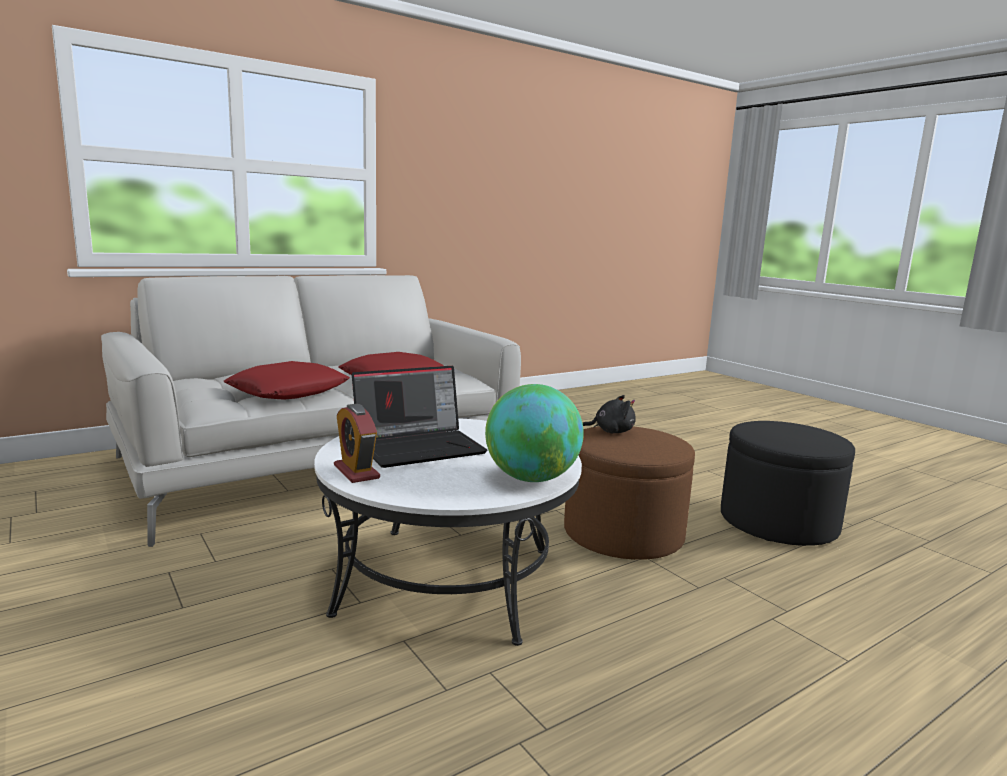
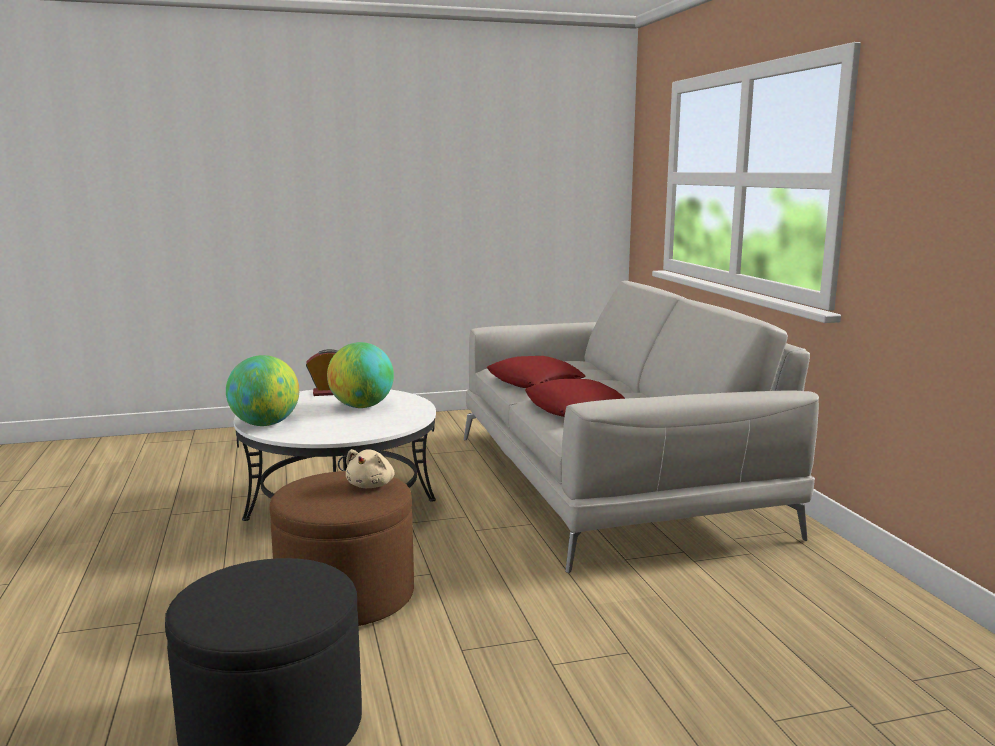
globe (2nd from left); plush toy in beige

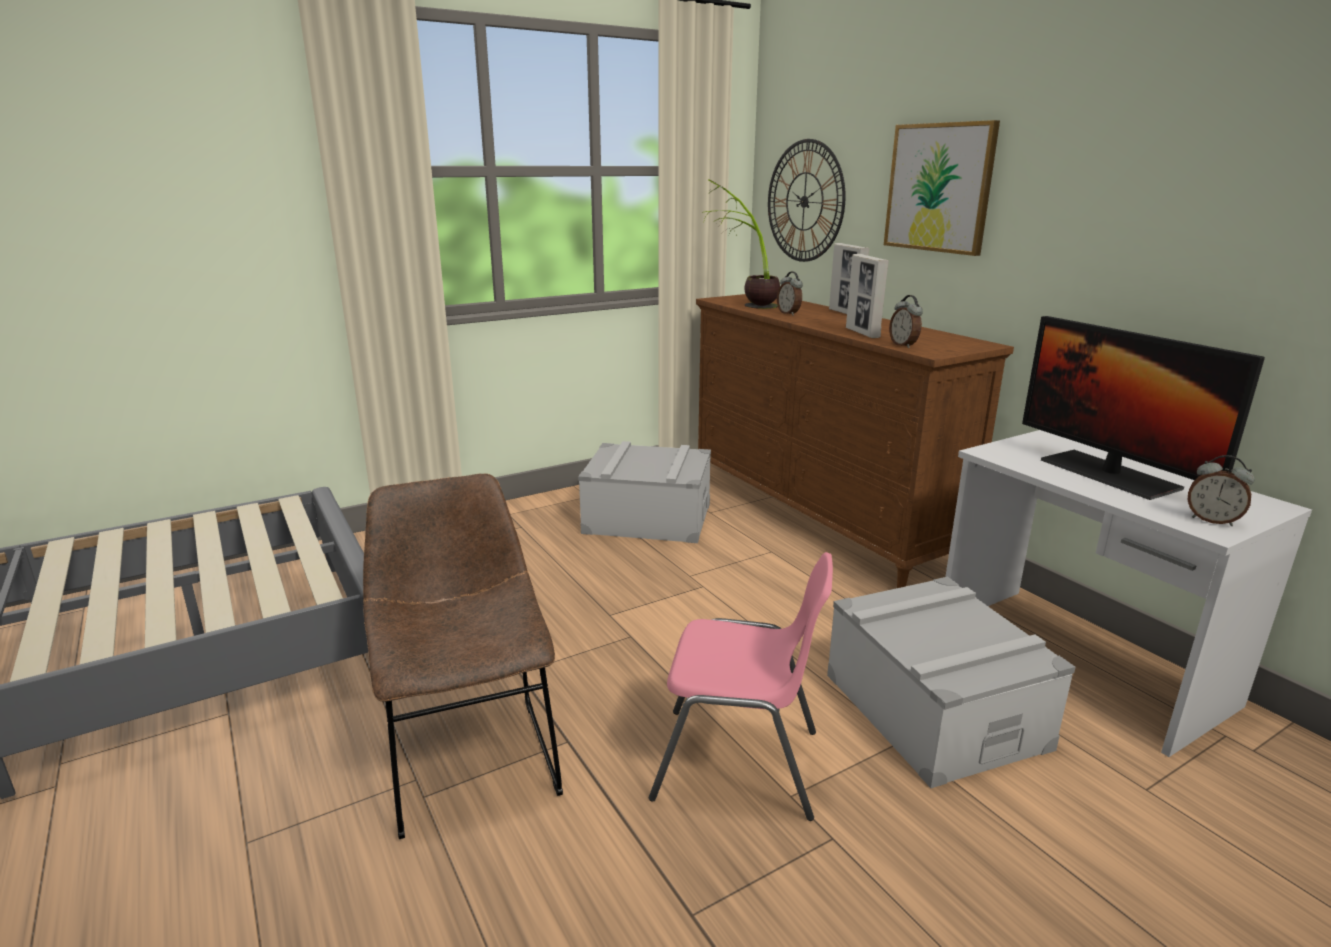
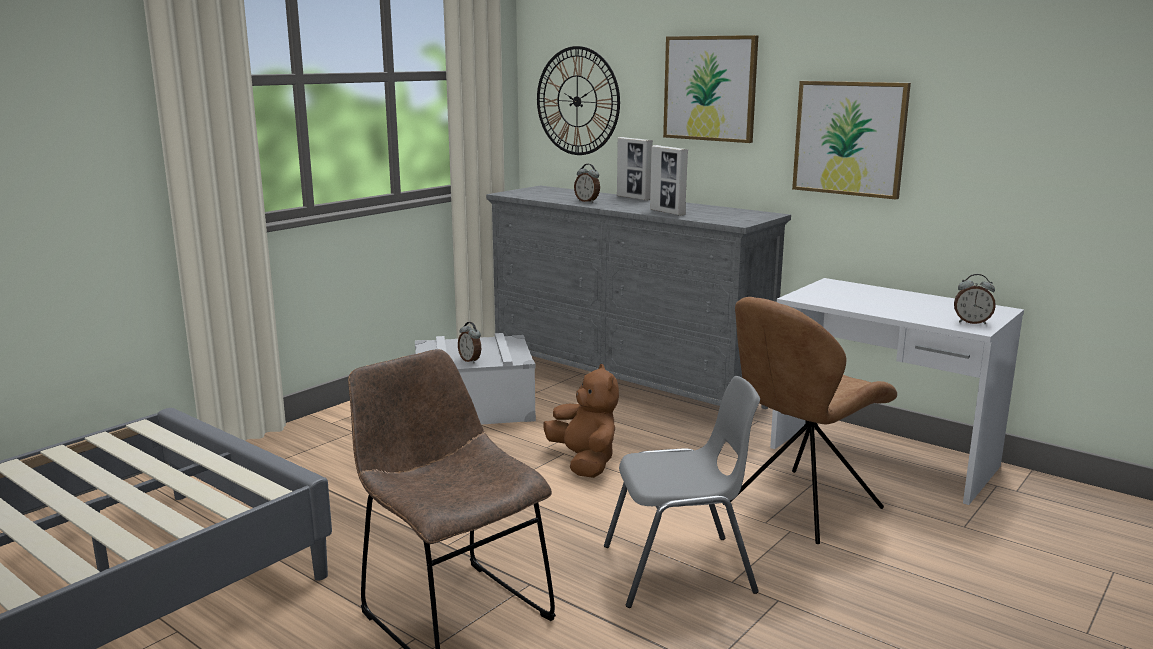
chair in grey; dresser in grey; potted plant; chair in brown (2nd from left); alarm clock (1st from left); monitor; plush toy in brown; picture (2nd from left)

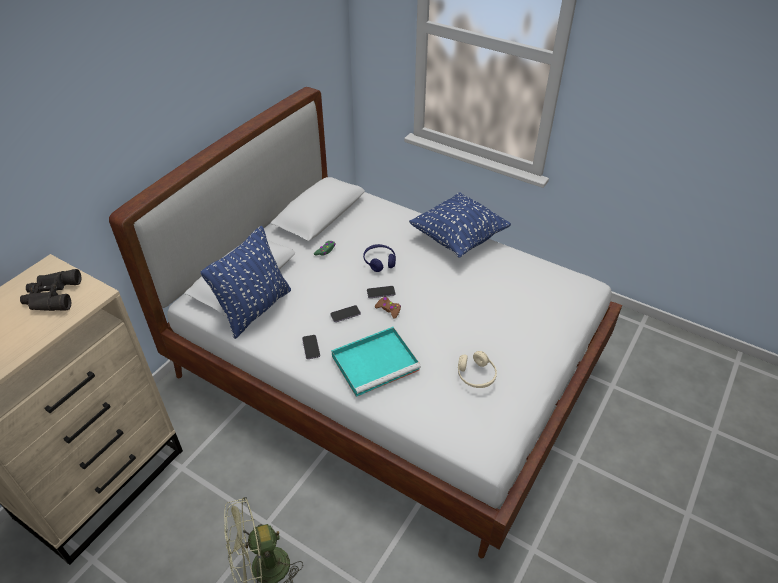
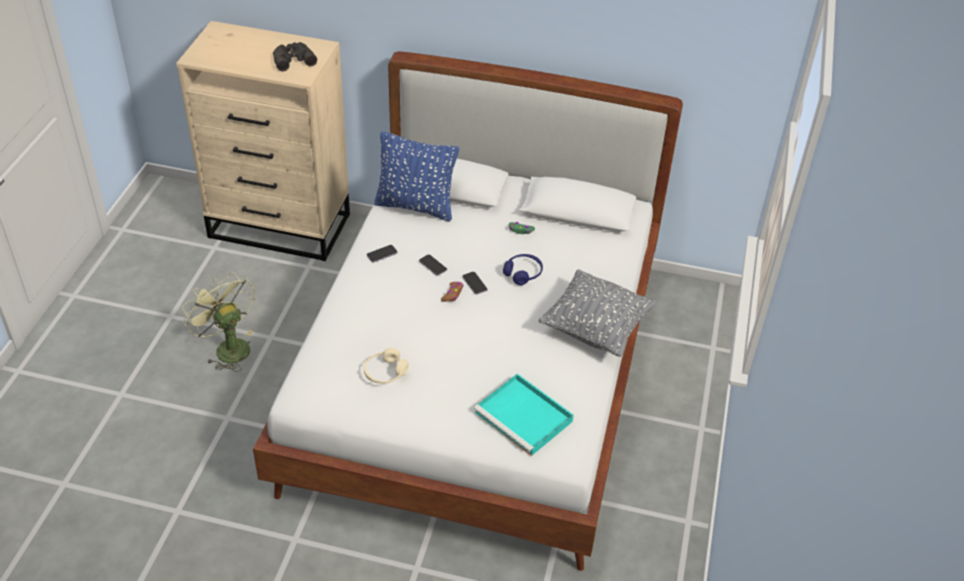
tray in turquoise; pillow in grey

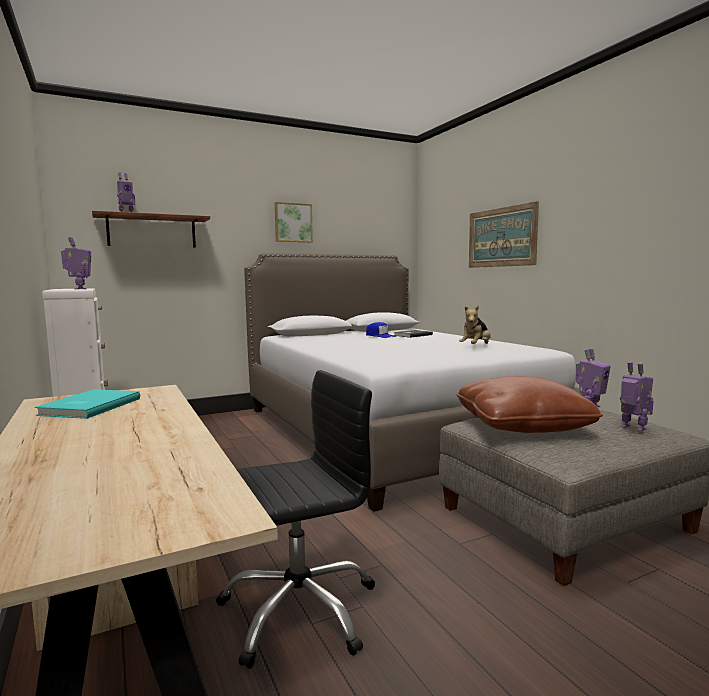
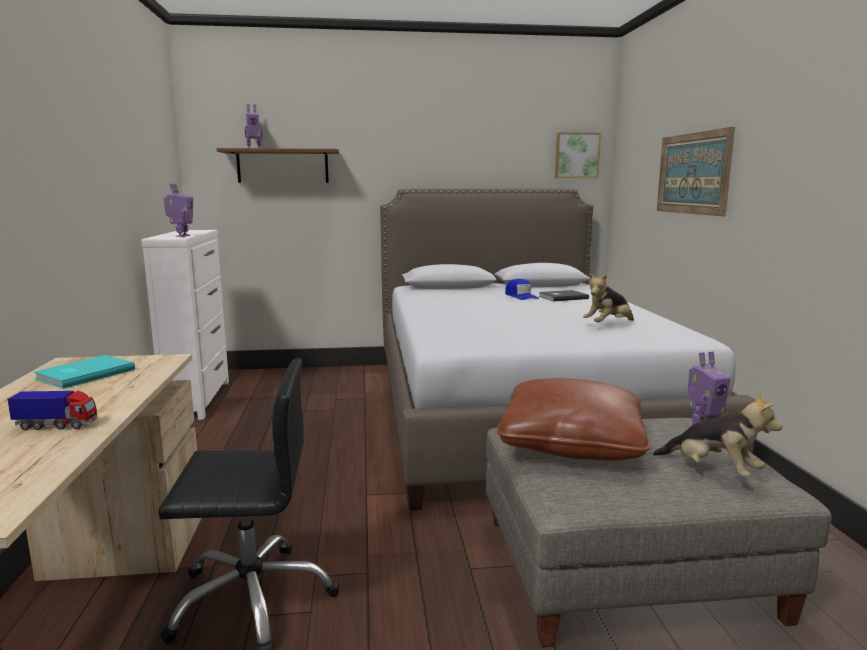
picture (1st from left); plush toy (2nd from left); toy truck

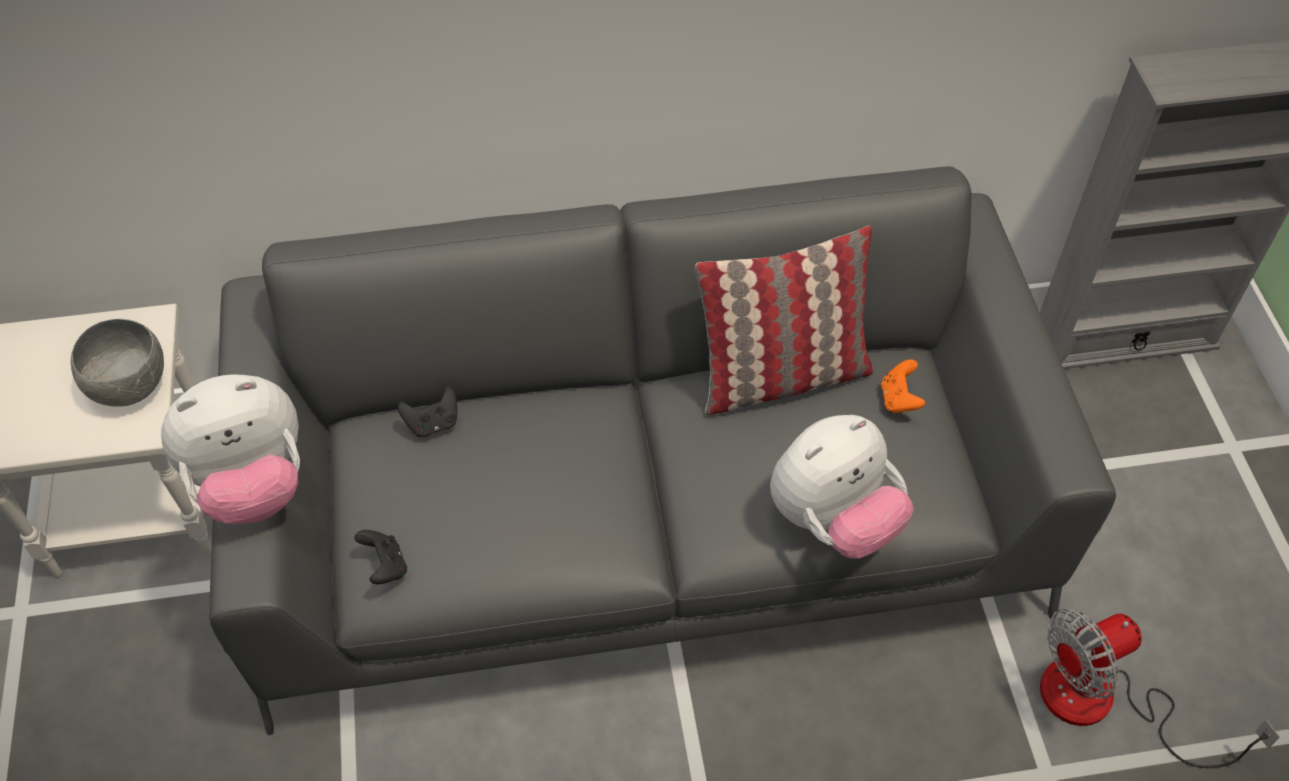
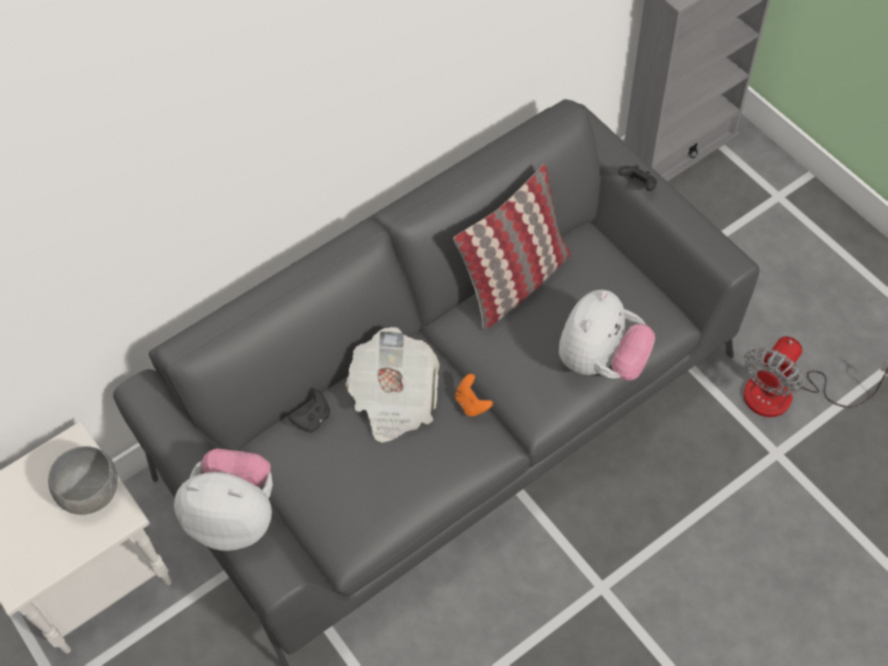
plush toy (1st from left); game controller in black (2nd from left); game controller in orange; newspaper

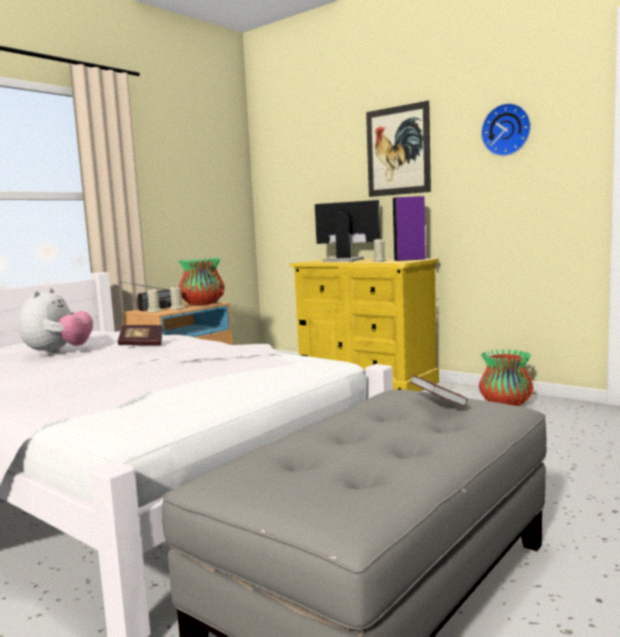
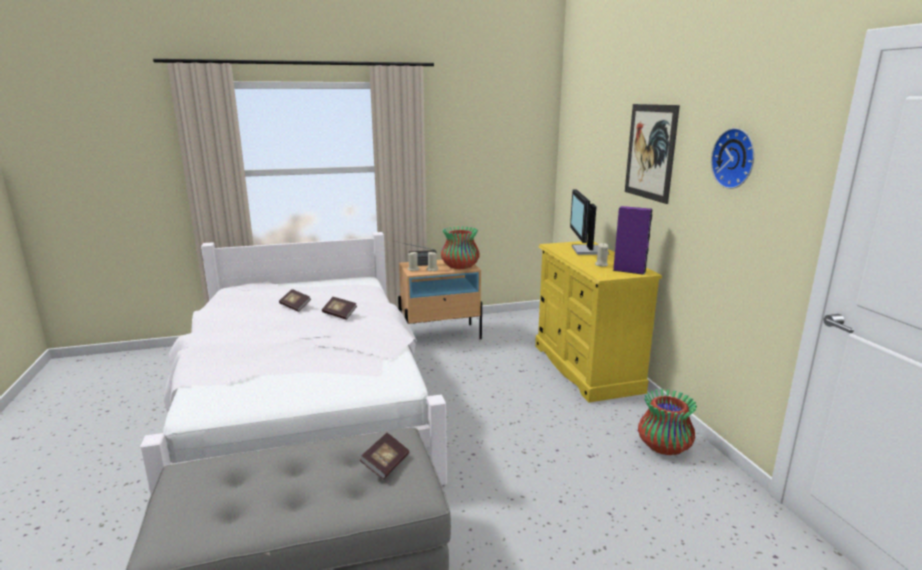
book (1st from left); monitor

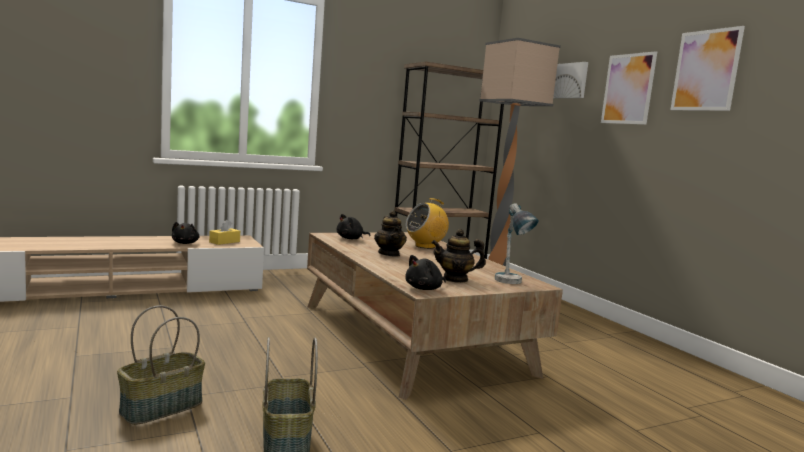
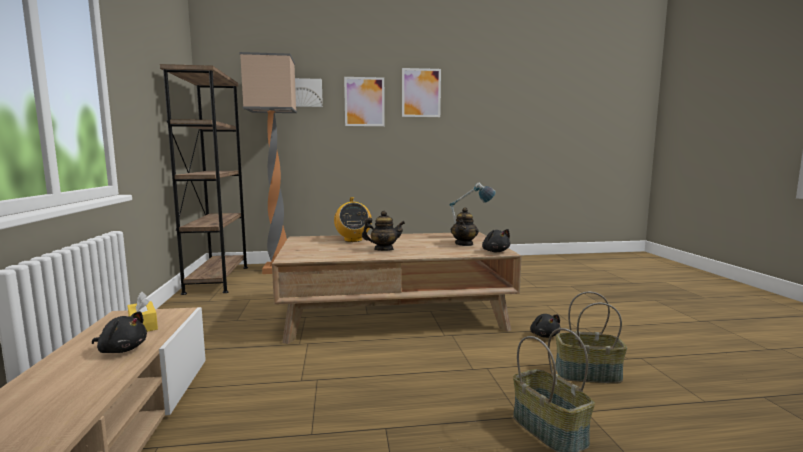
plush toy in black (3rd from left)

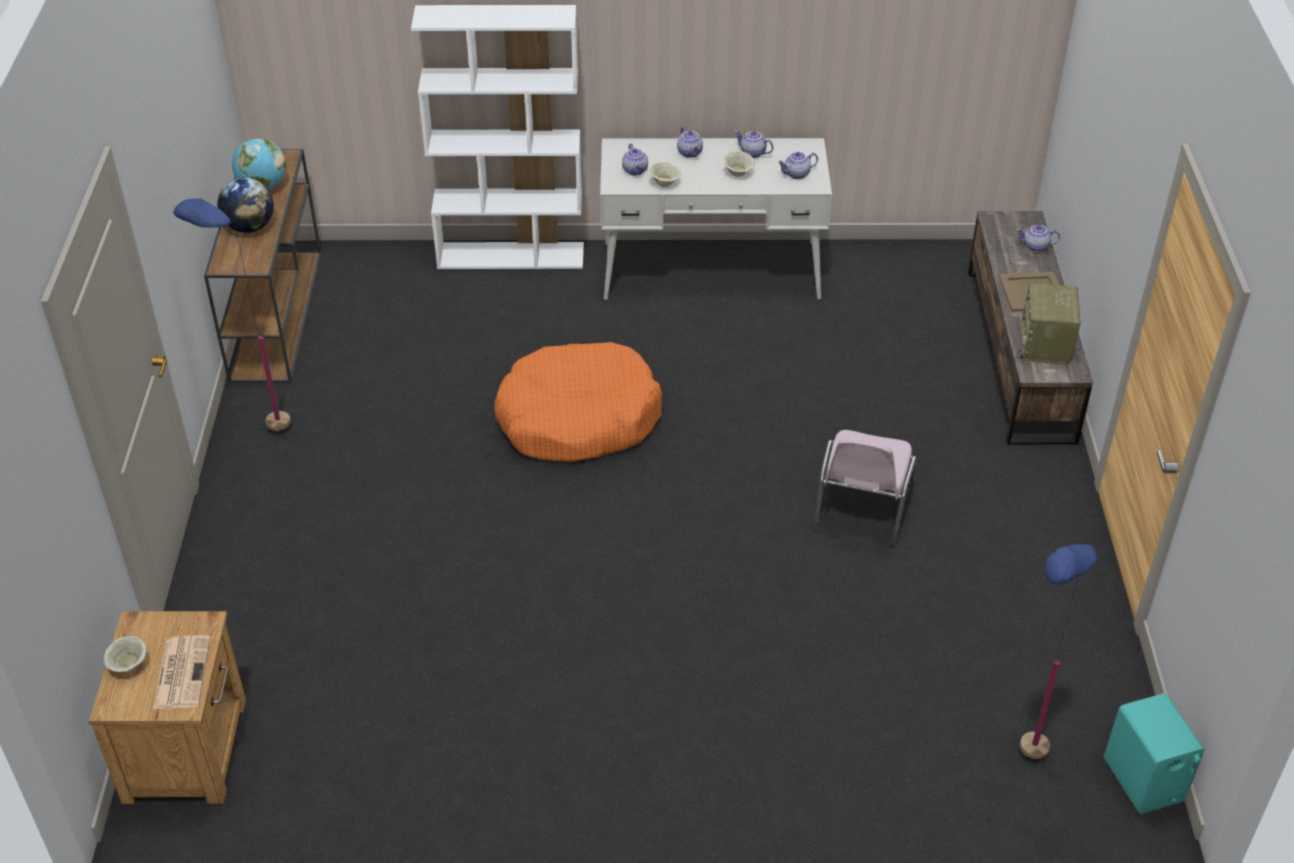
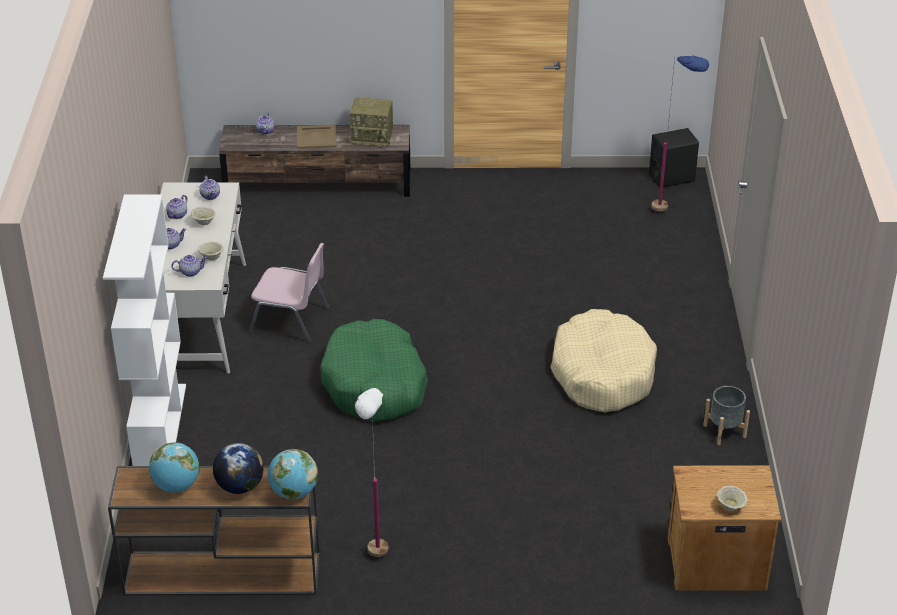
newspaper; floor lamp in white; dog bed in green; chair in pink; speaker in black; globe (3rd from left); dog bed in beige; planter in grey

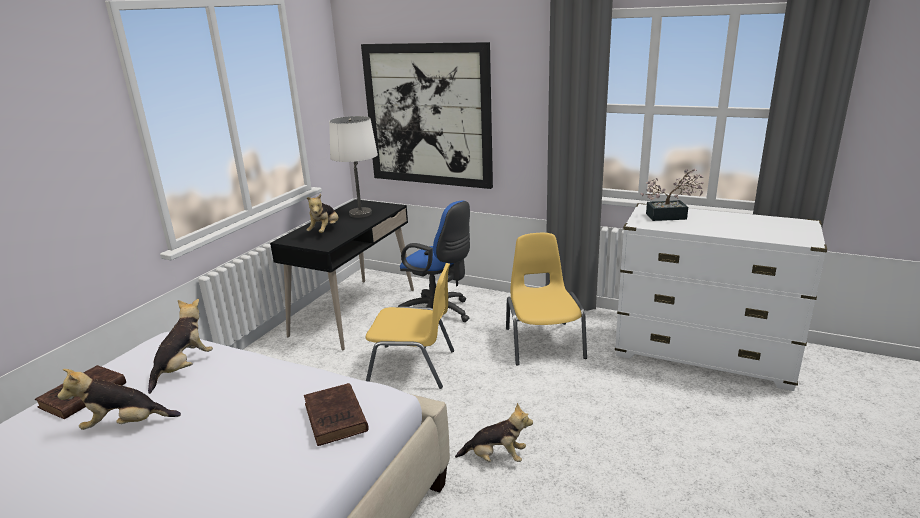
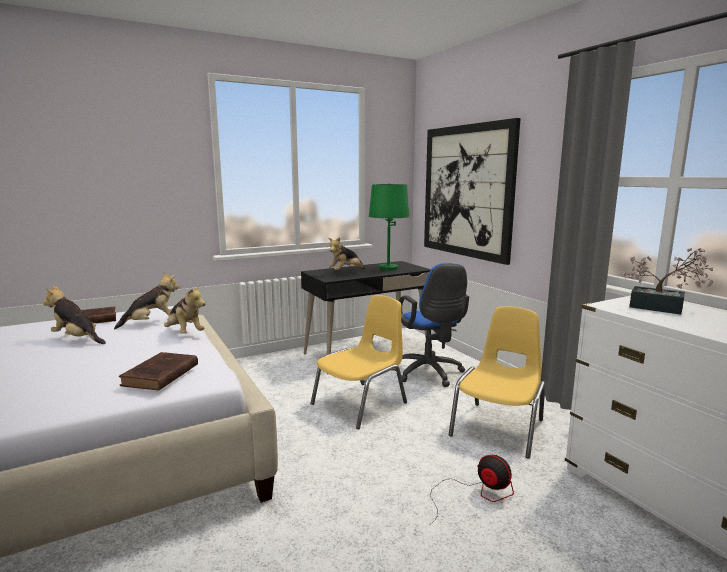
table lamp in green; chair in yellow (1st from left); plush toy (3rd from left); fan

